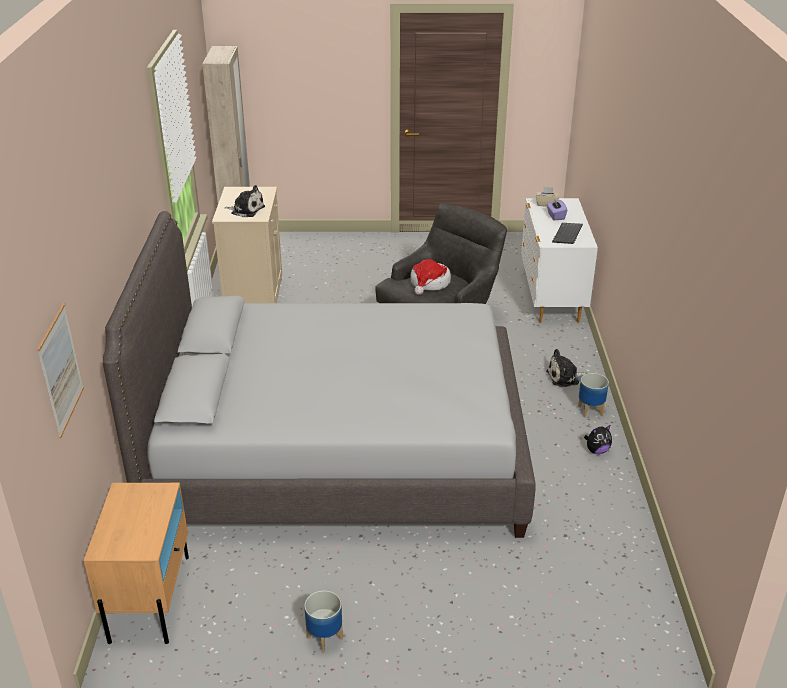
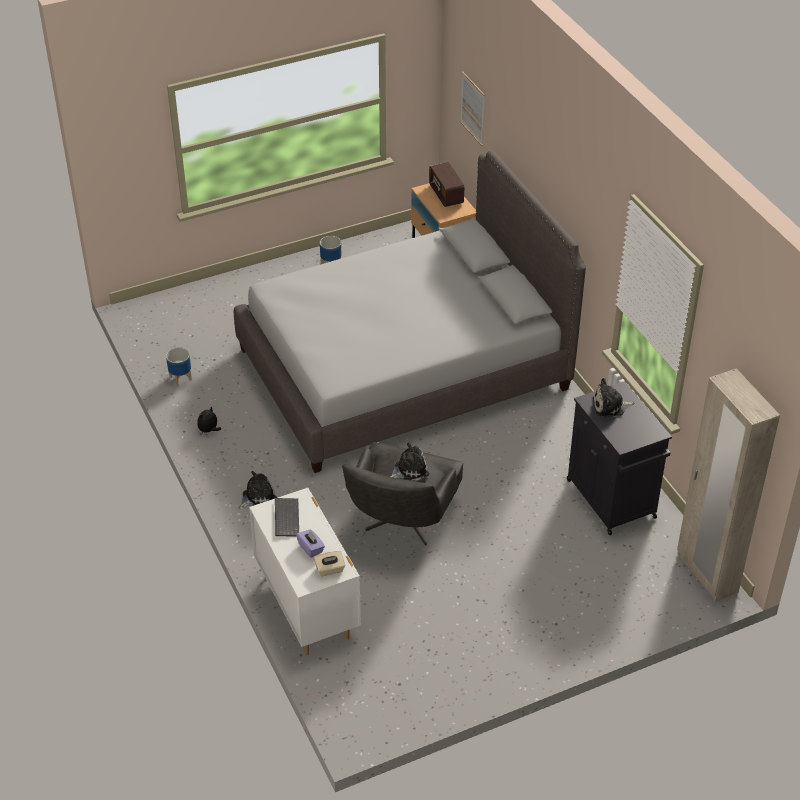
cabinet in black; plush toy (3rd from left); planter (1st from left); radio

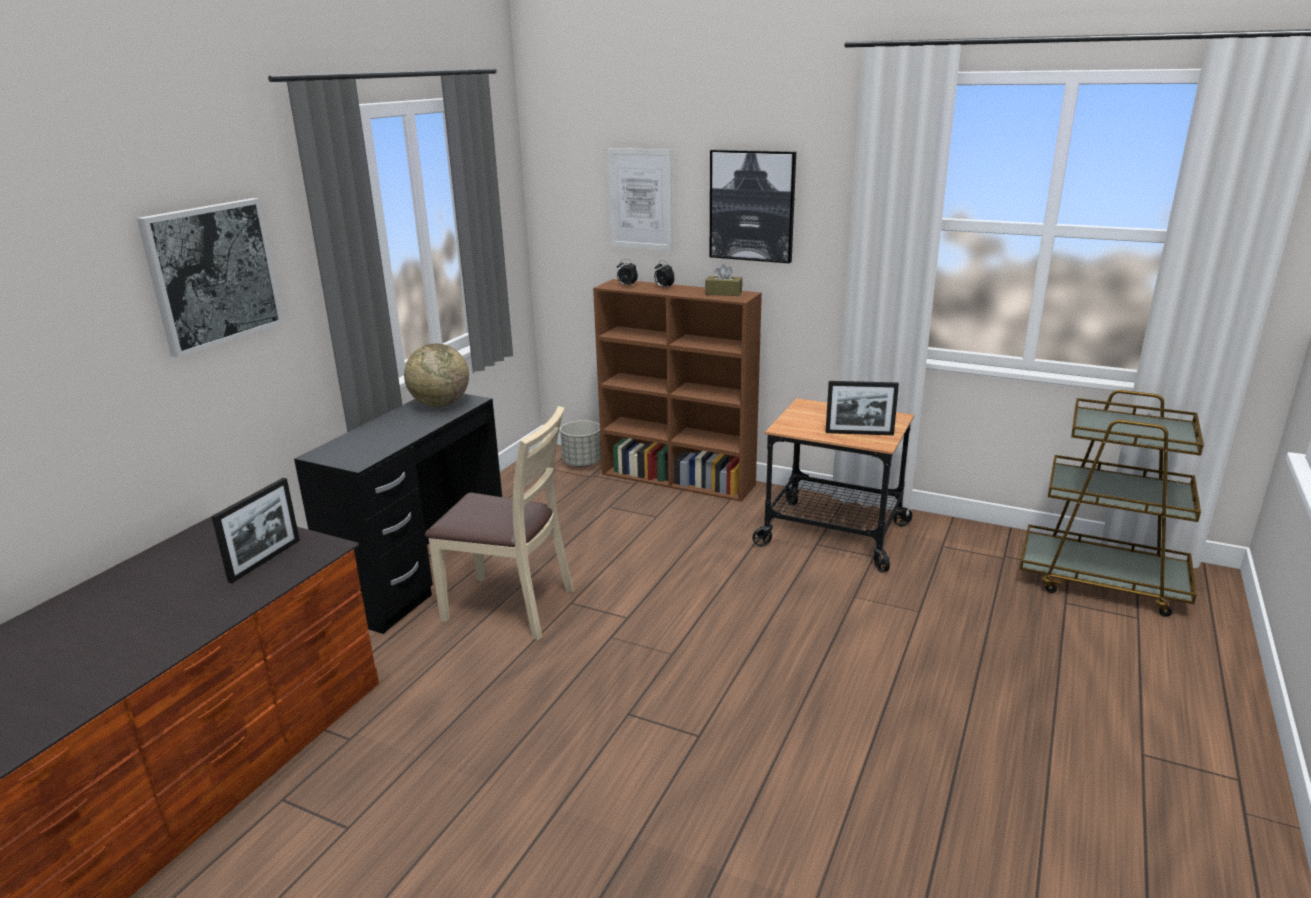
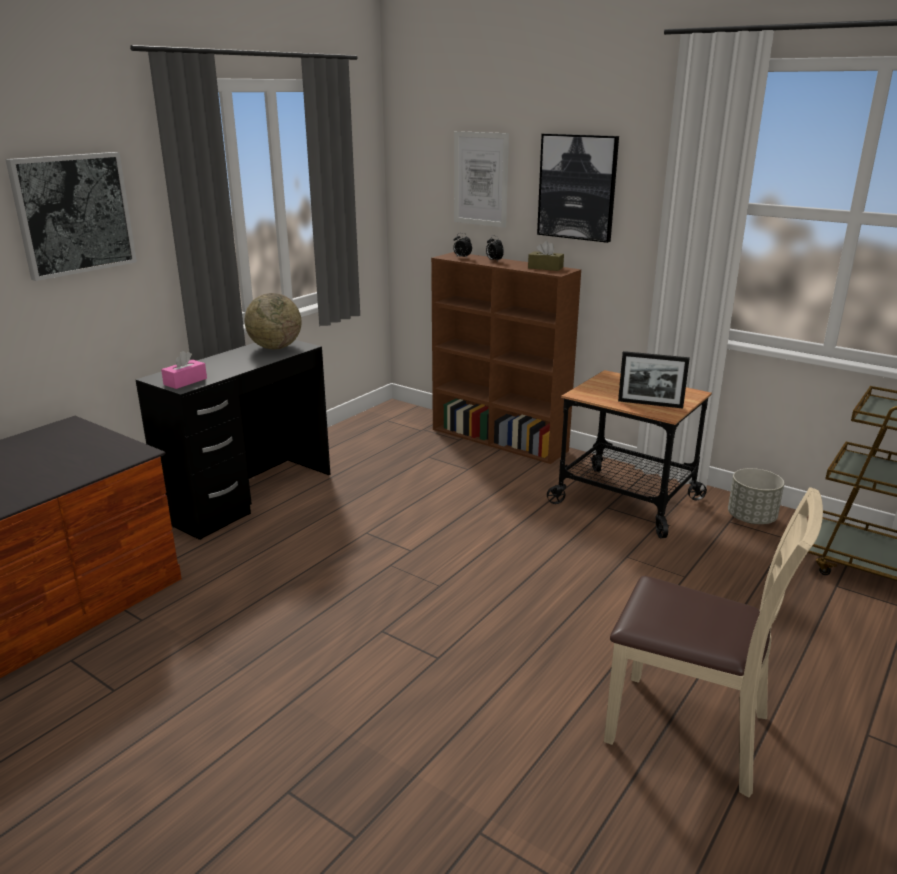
picture frame (1st from left in the first image); chair in beige; planter in grey; tissue box in pink

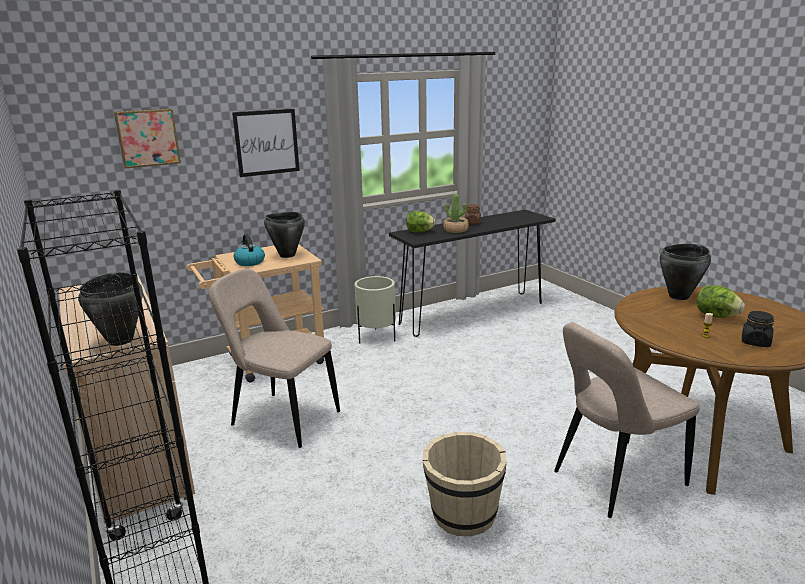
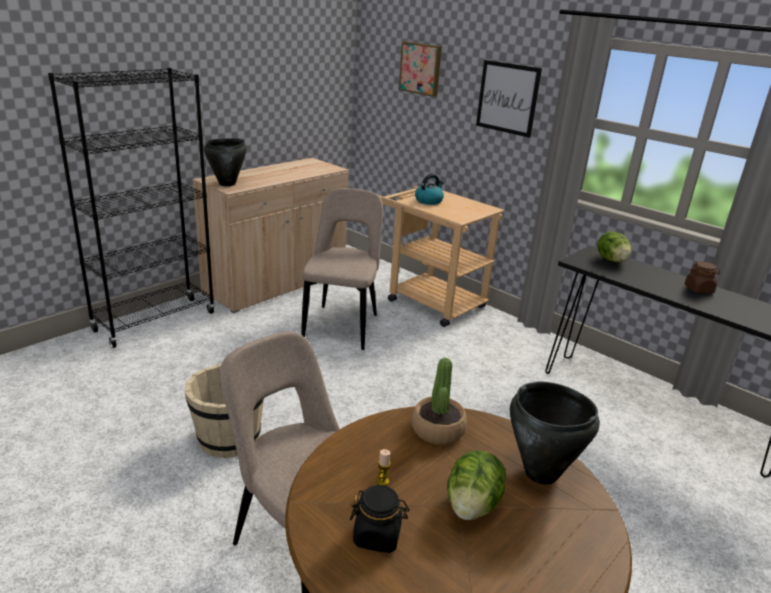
cooking pot in black (2nd from left in the first image); planter in beige; potted plant

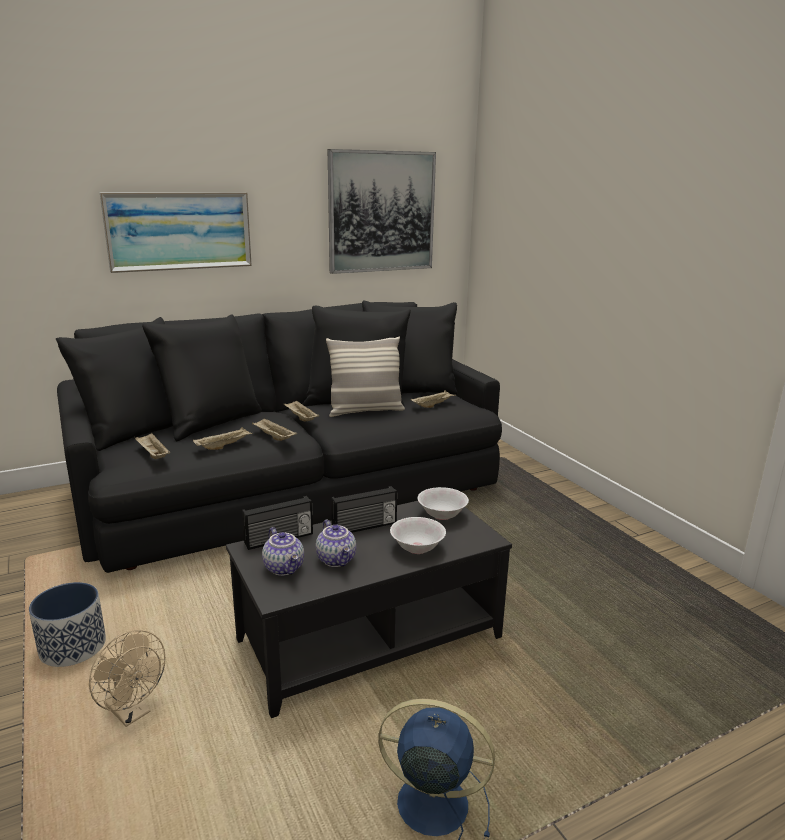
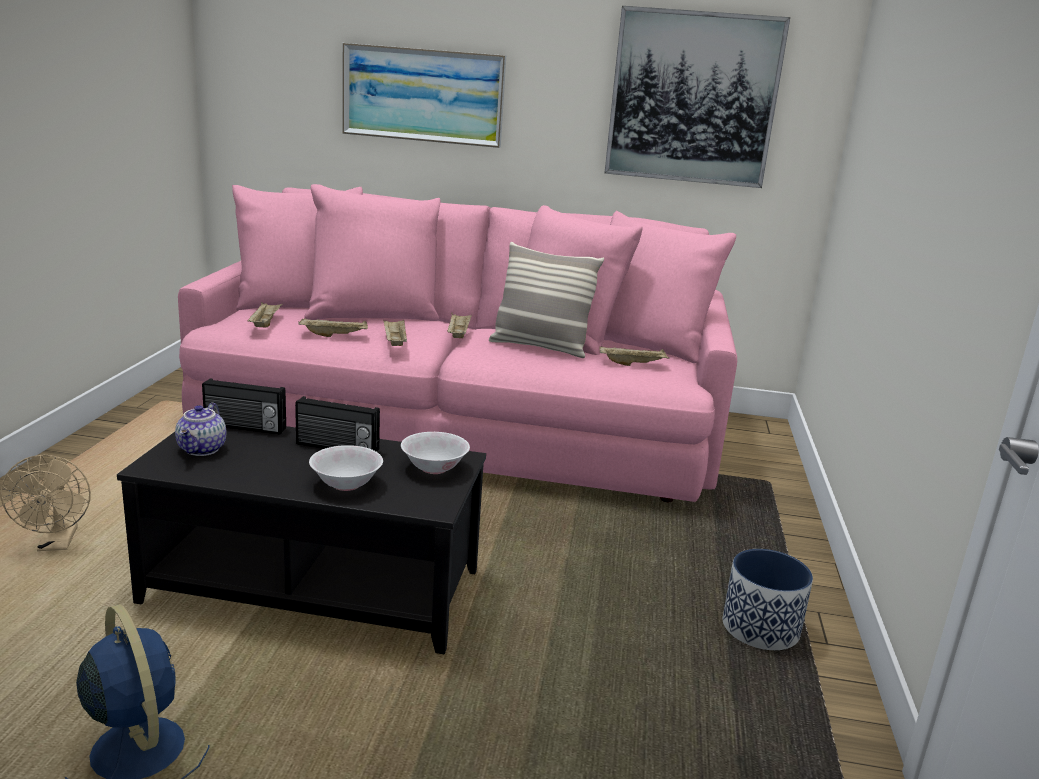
planter; sofa in pink; teapot (2nd from left in the first image)

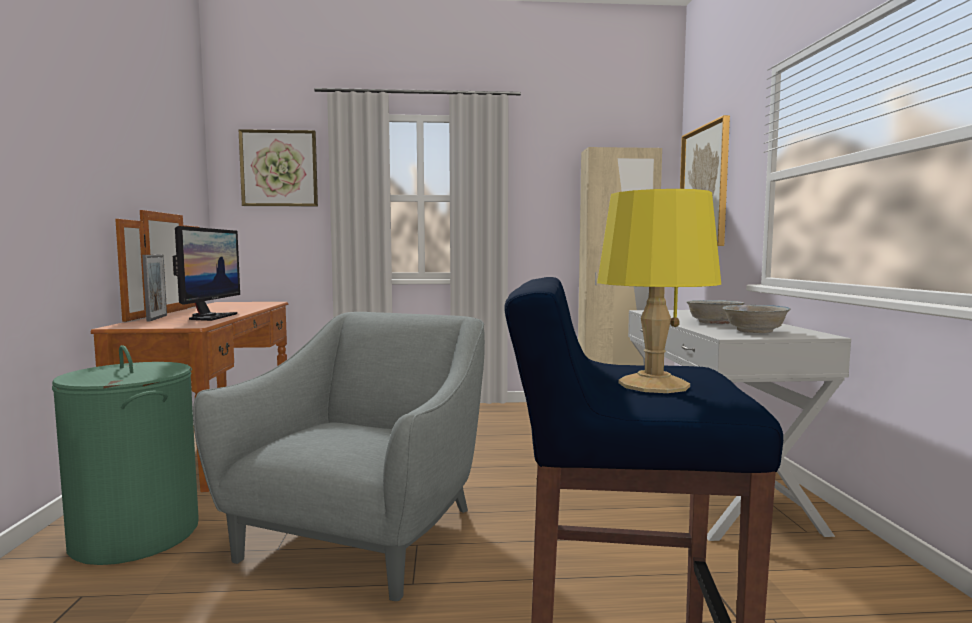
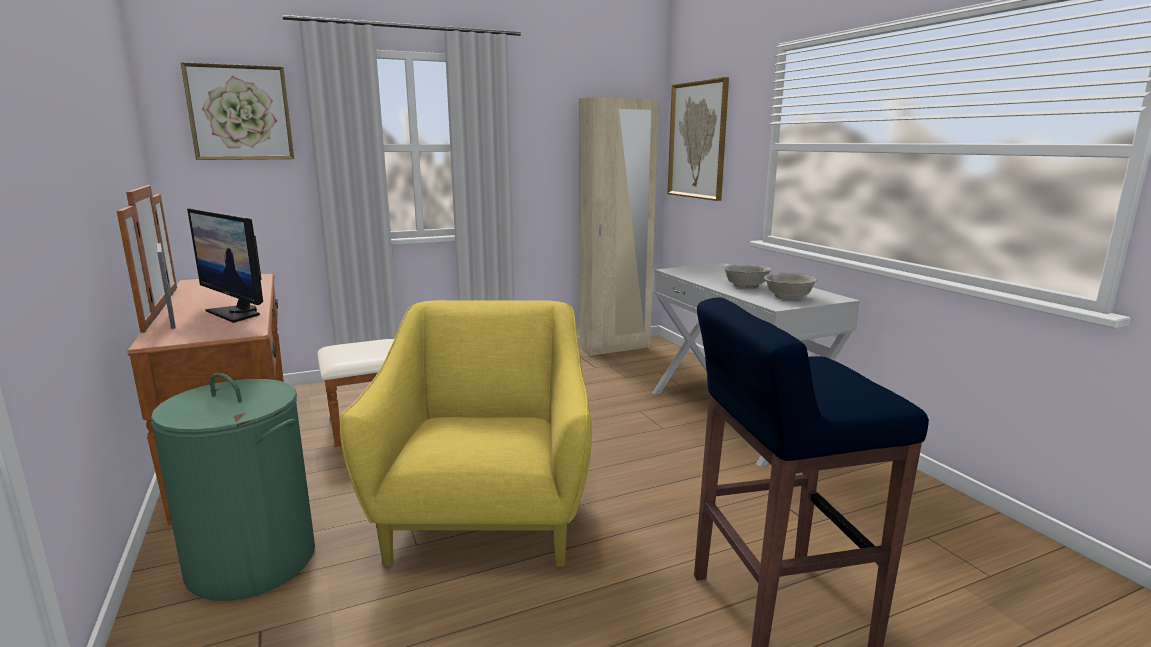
monitor; armchair in yellow; table lamp in yellow

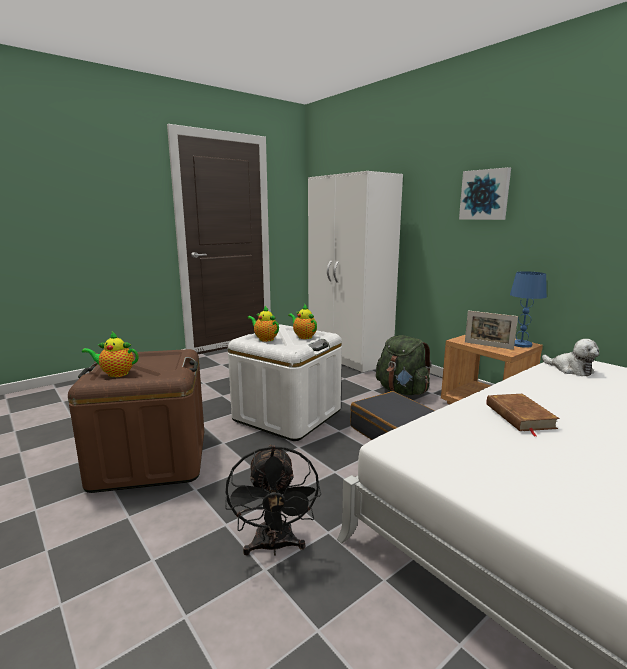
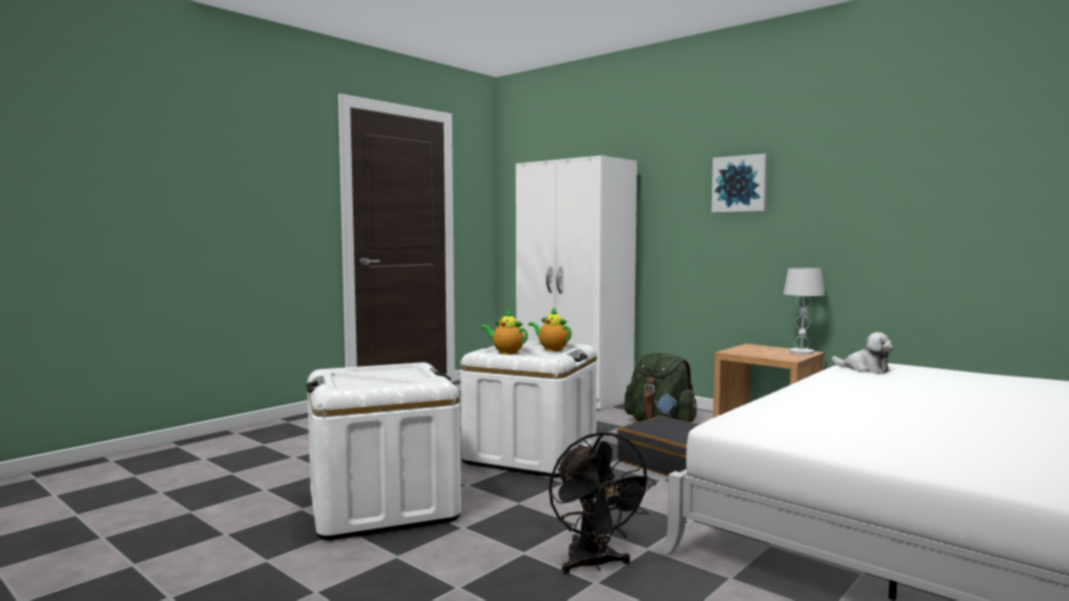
storage box in white (1st from left); teapot (1st from left in the first image); picture frame; book in brown; table lamp in white

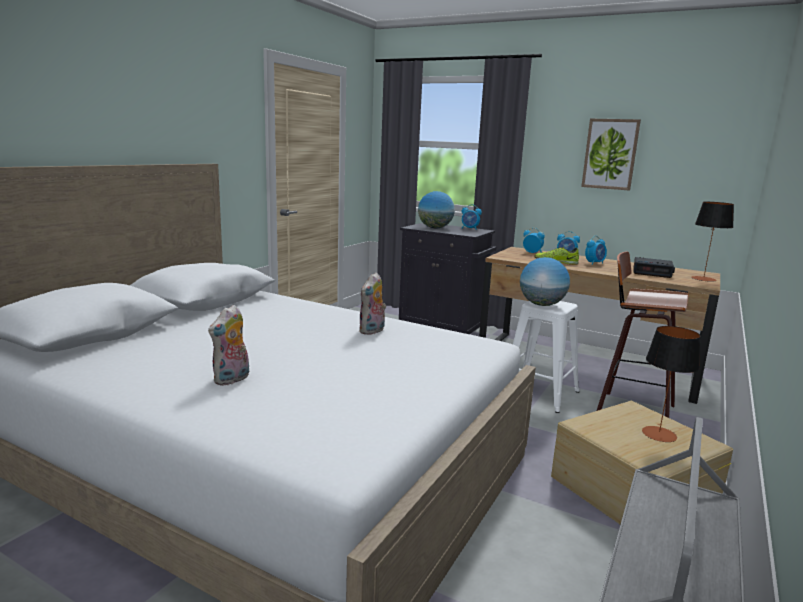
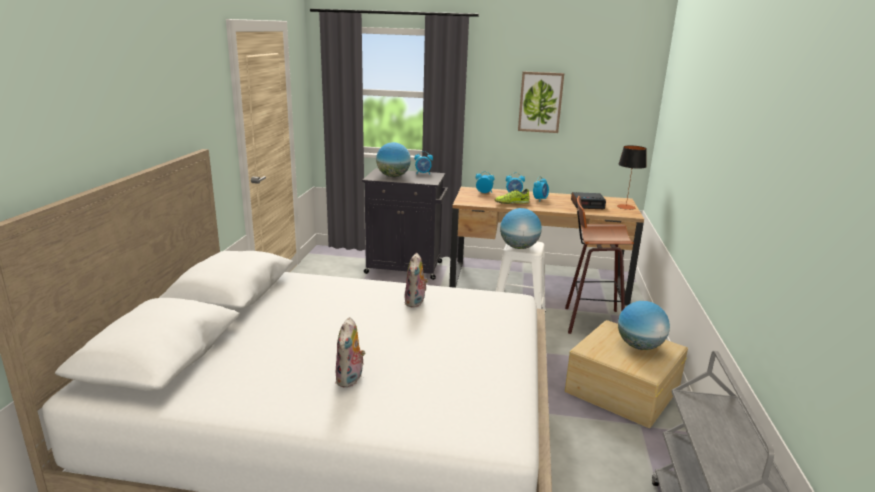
globe (3rd from left)

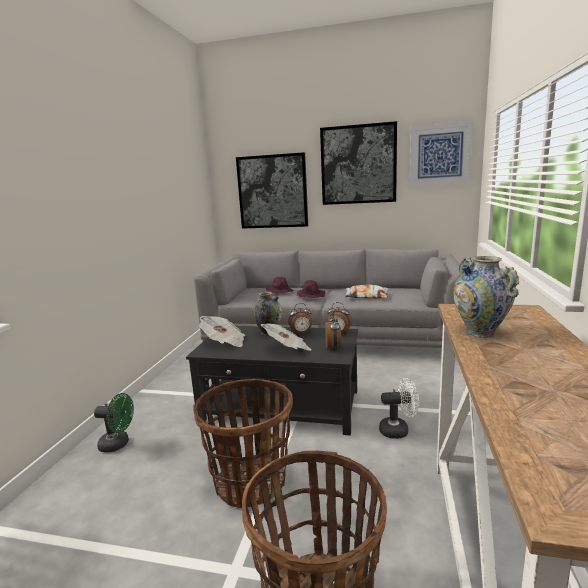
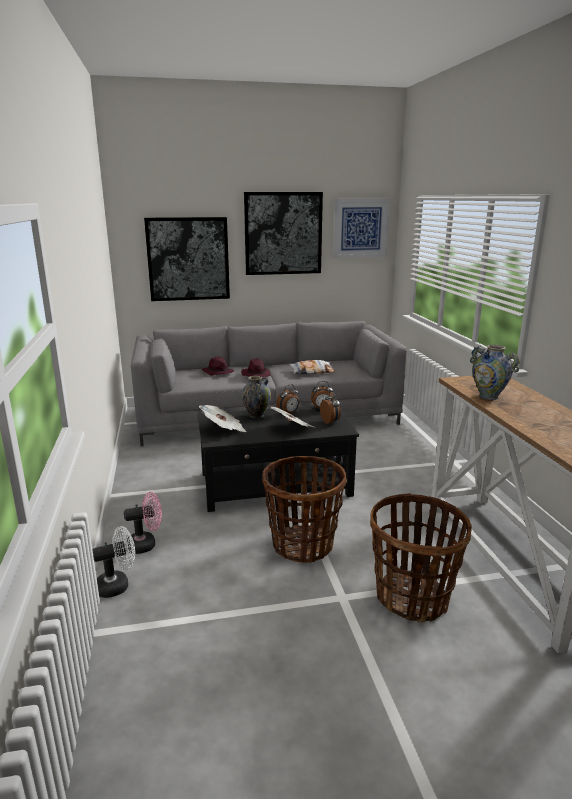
fan in pink; fan in white

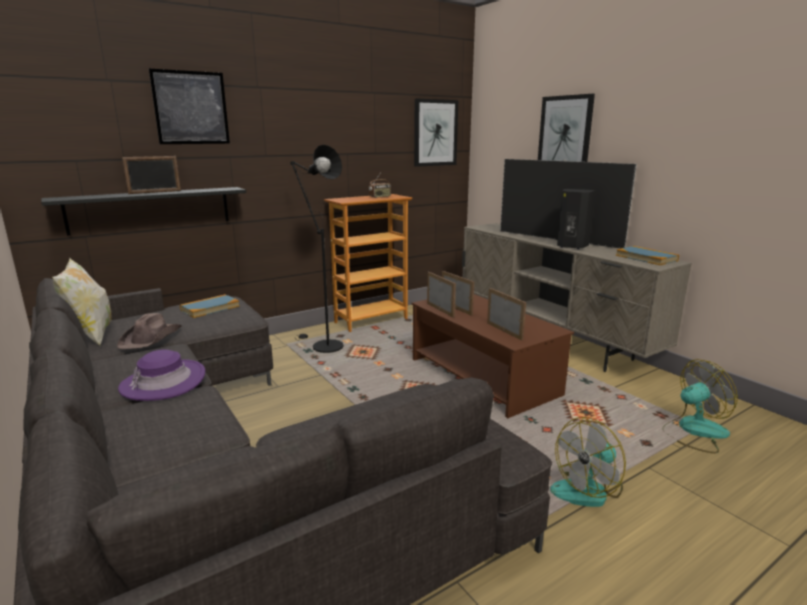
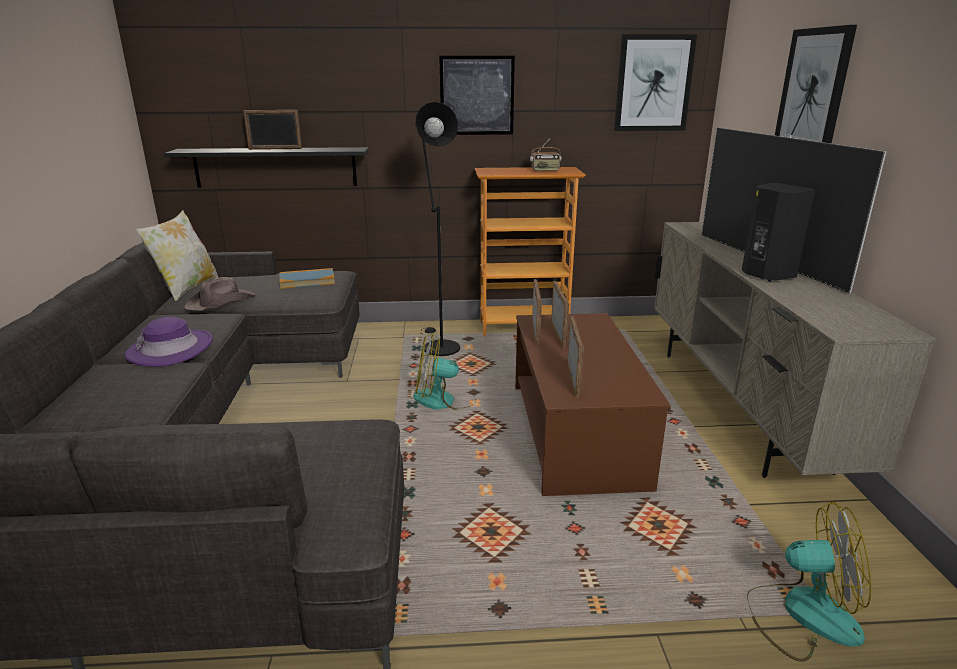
picture (1st from left); fan (1st from left); book (2nd from left in the first image)

